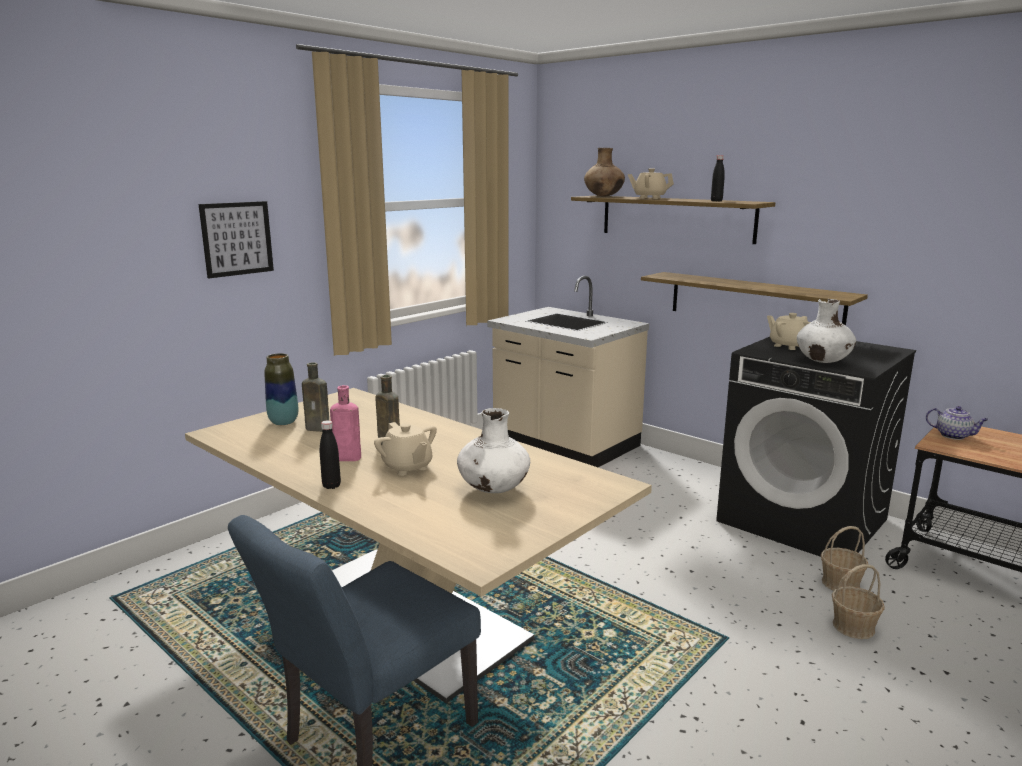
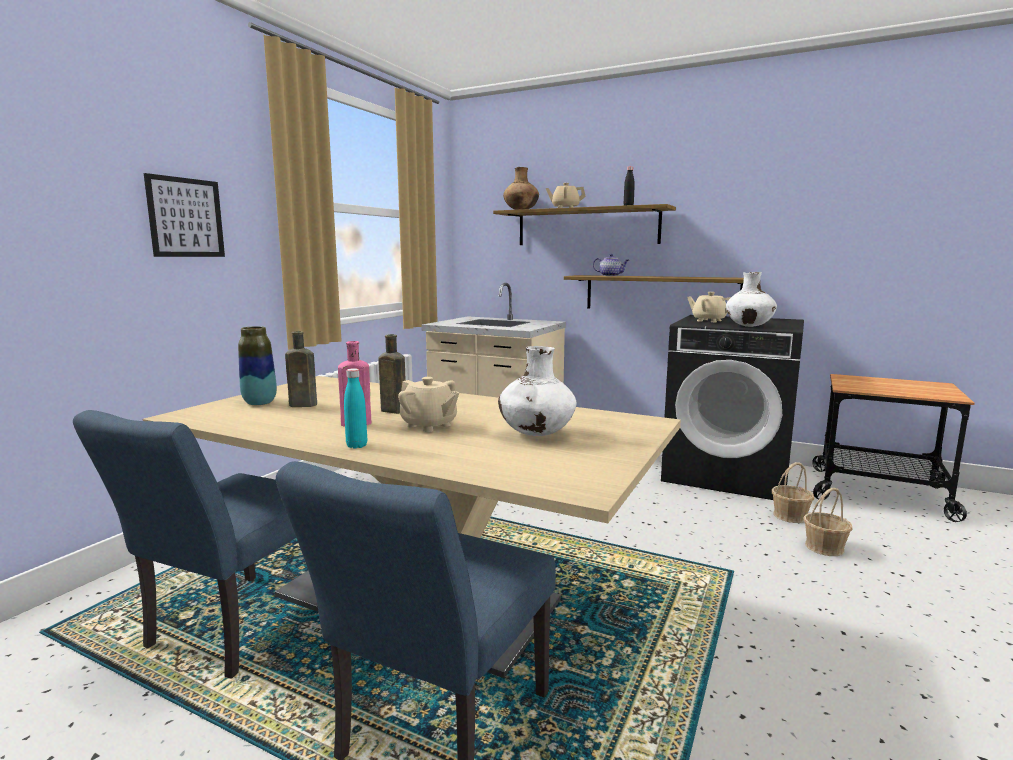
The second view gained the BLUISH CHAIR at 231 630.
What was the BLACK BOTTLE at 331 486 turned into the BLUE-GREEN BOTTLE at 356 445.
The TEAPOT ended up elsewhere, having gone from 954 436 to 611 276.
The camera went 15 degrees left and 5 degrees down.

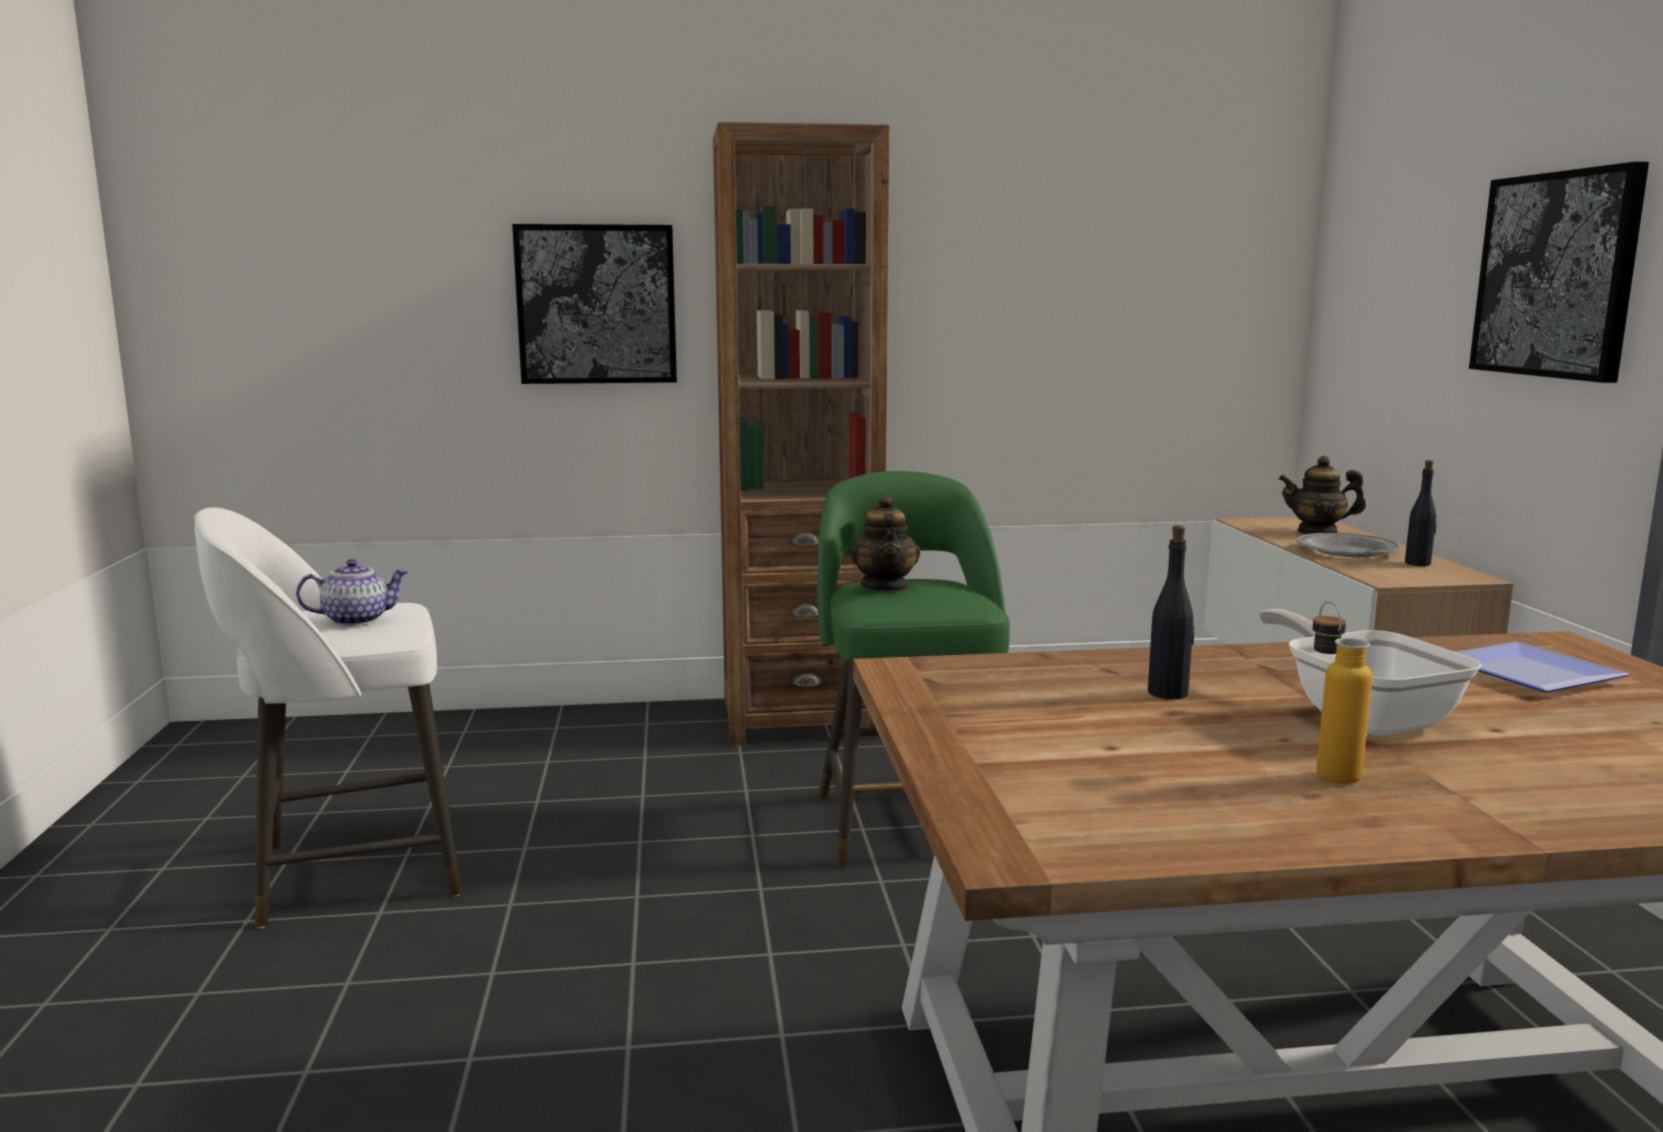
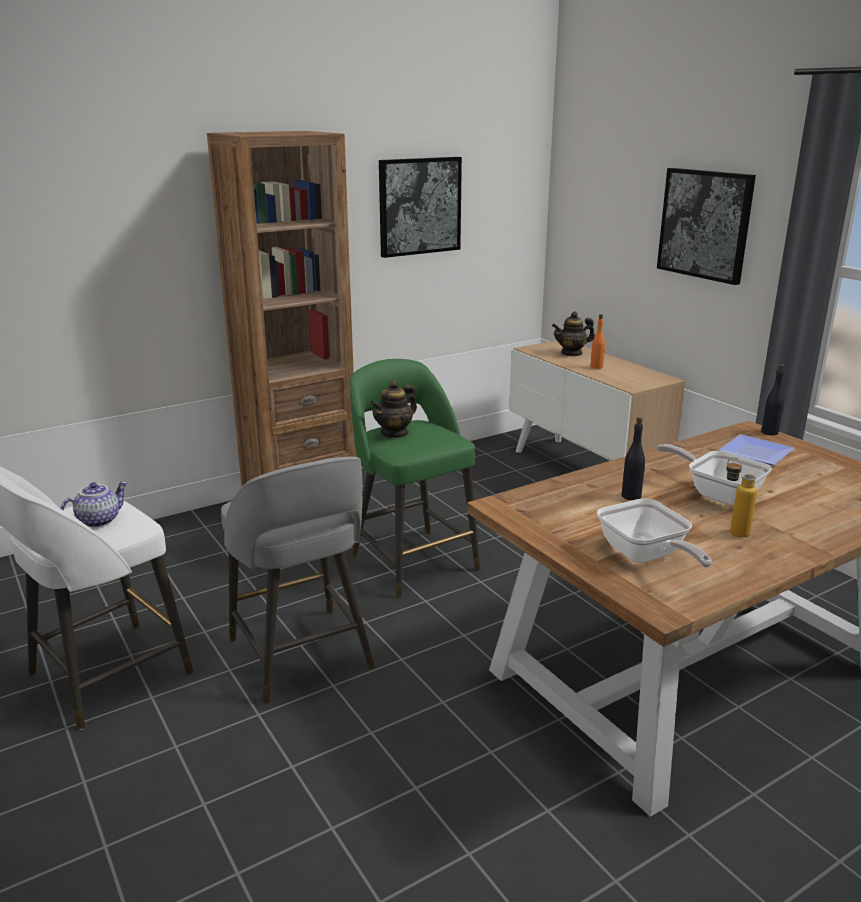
The second view gained the GREY SITTING STOOL at 302 656.
The TEAPOT at 885 587 ended up facing another way, 75 degrees clockwise from before.
The PICTURE ended up elsewhere, having gone from 597 304 to 419 206.
Where the GREY PLATE stood at 1346 551, the ORANGEY BOTTLE came to stand at 596 367.
The second view gained the SKILLET at 645 557.
The BLACK BOTTLE ended up elsewhere, having gone from 1418 563 to 770 432.
The camera went 25 degrees left and 10 degrees up.

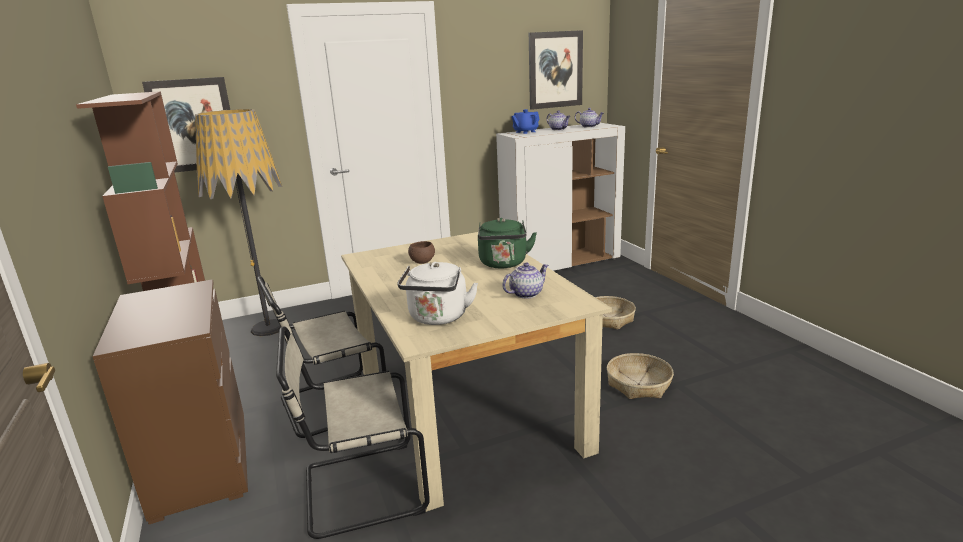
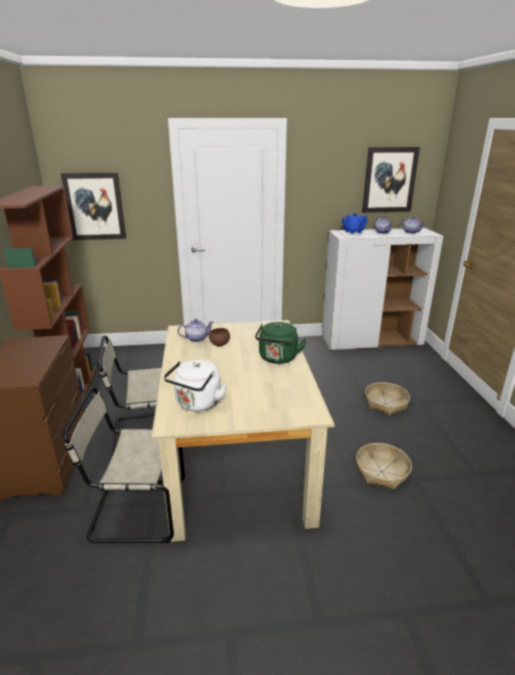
The TEAPOT ended up elsewhere, having gone from 526 293 to 196 338.
The second view lost the FLOOR LAMP at 268 328.
The camera went 15 degrees right and 5 degrees up.

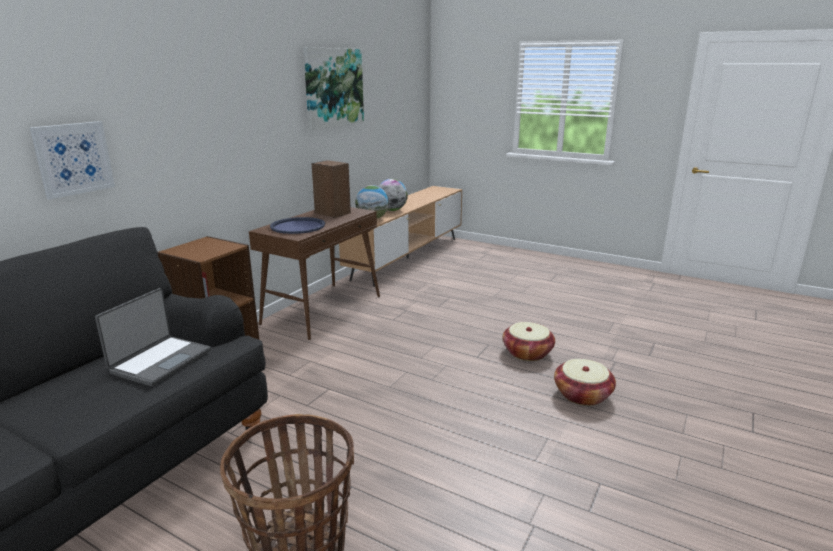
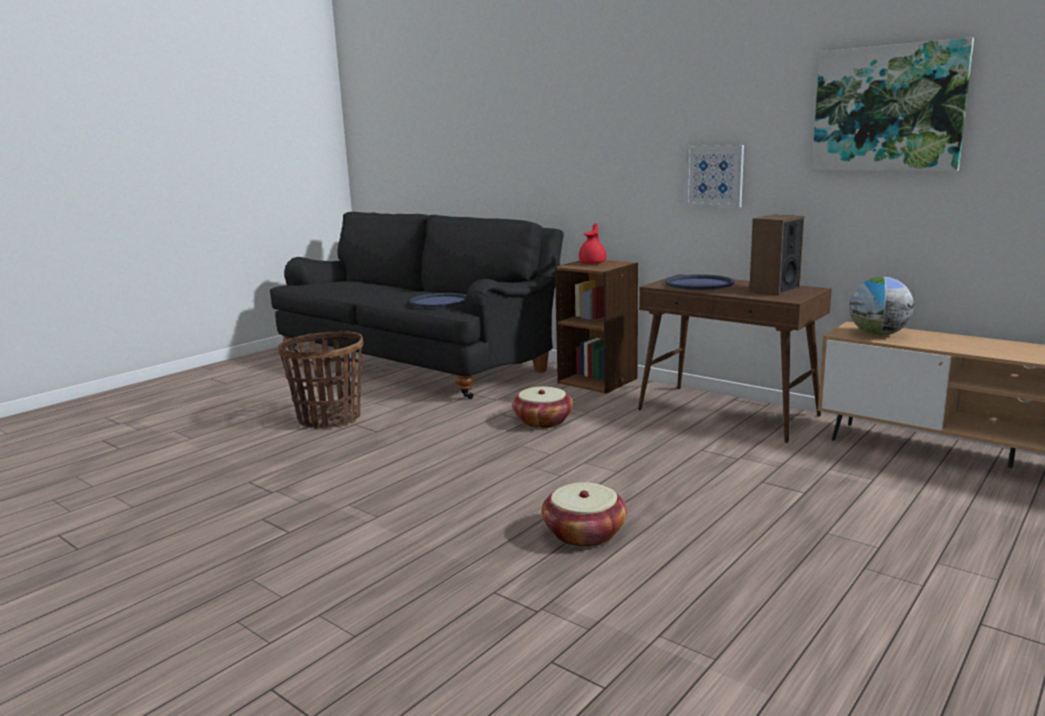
Where the LAPTOP stood at 160 361, the BLUISH TRAY came to stand at 439 301.
The STORAGE BASKET ended up elsewhere, having gone from 582 395 to 542 421.
The second view gained the REDDISH TEAPOT at 593 263.
The PICTURE ended up elsewhere, having gone from 73 159 to 714 176.
The second view lost the WORLD GLOBE at 391 210.
The camera went 100 degrees right and 5 degrees down.

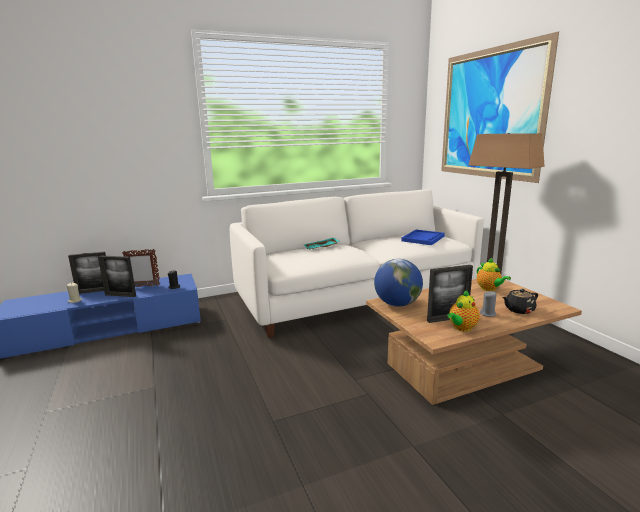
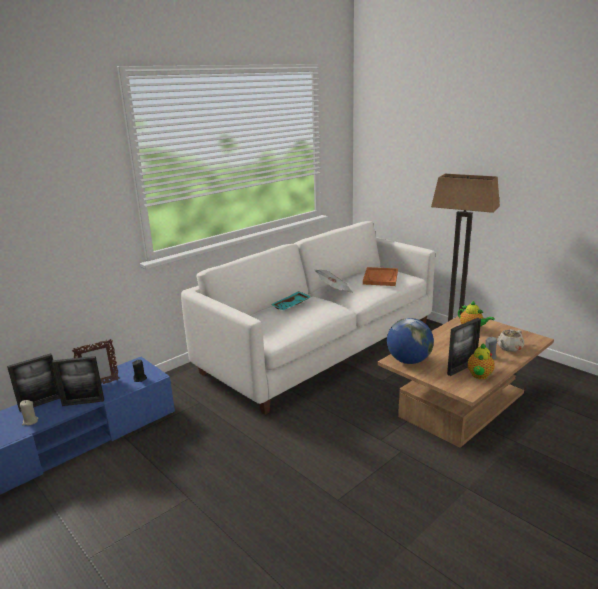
The second view gained the DAILY PAPER at 334 290.
What was the BLUISH TRAY at 423 238 turned into the ORANGEY TRAY at 380 278.
What was the BLACK TEAPOT at 518 310 turned into the BEIGE TEAPOT at 509 348.
The second view lost the PICTURE at 489 114.
The camera went 20 degrees left and 5 degrees up.

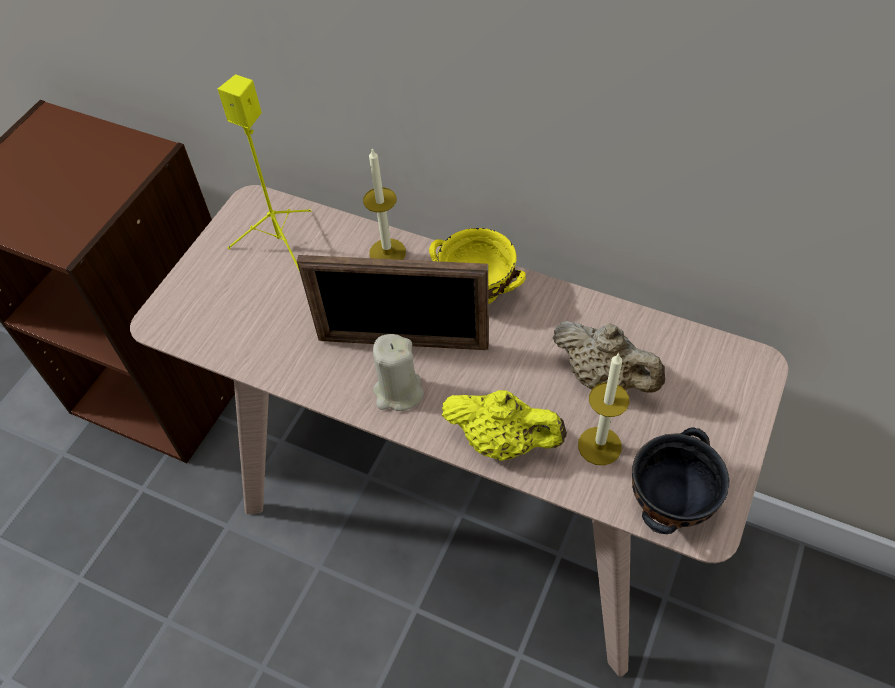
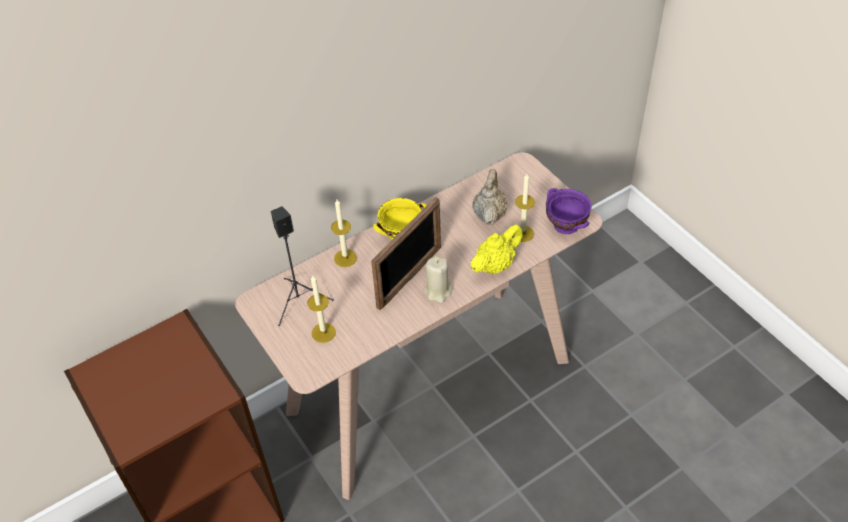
What was the YELLOW-COLOURED LOUDSPEAKER at 282 246 turned into the BLACK LOUDSPEAKER at 299 300.
The second view gained the WAX CANDLE at 323 332.
The BEIGE TEAPOT at 604 378 ended up facing another way, 60 degrees counterclockwise from before.
What was the BLACK SERVING BOWL at 668 503 turned into the PURPLE-COLOURED SERVING BOWL at 566 226.
The camera went 60 degrees left and 5 degrees down.

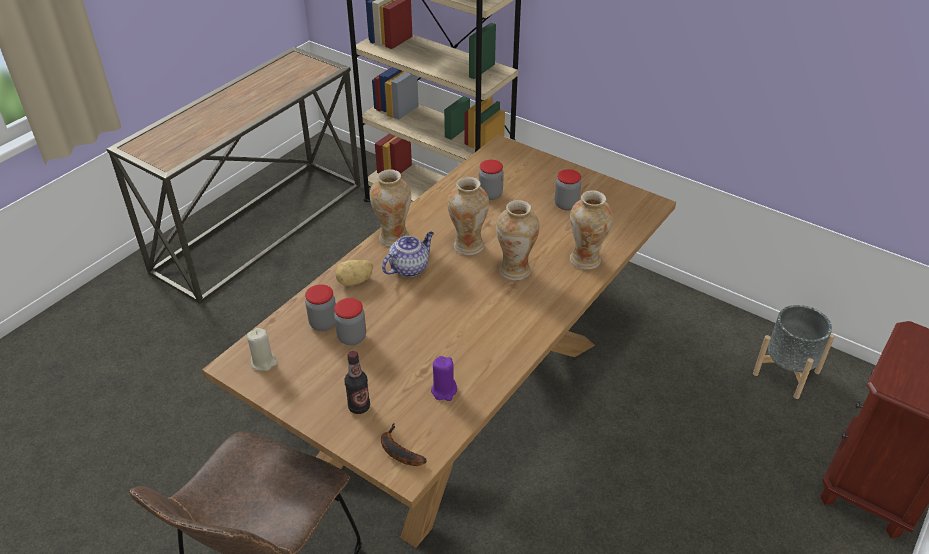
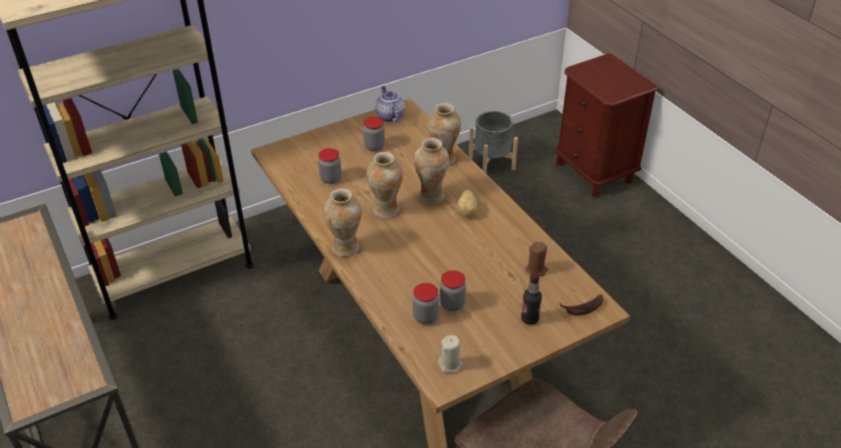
The TEAPOT ended up elsewhere, having gone from 409 267 to 389 116.
The SPUD ended up elsewhere, having gone from 355 281 to 468 211.
What was the PURPLE-COLOURED WAX CANDLE at 444 390 turned into the BROWN-COLOURED WAX CANDLE at 536 270.
The camera went 65 degrees left and 0 degrees up.

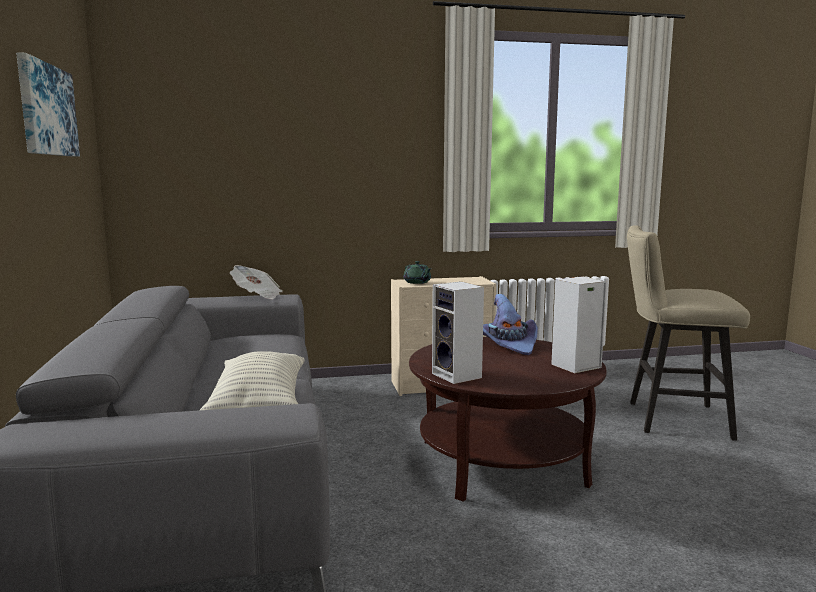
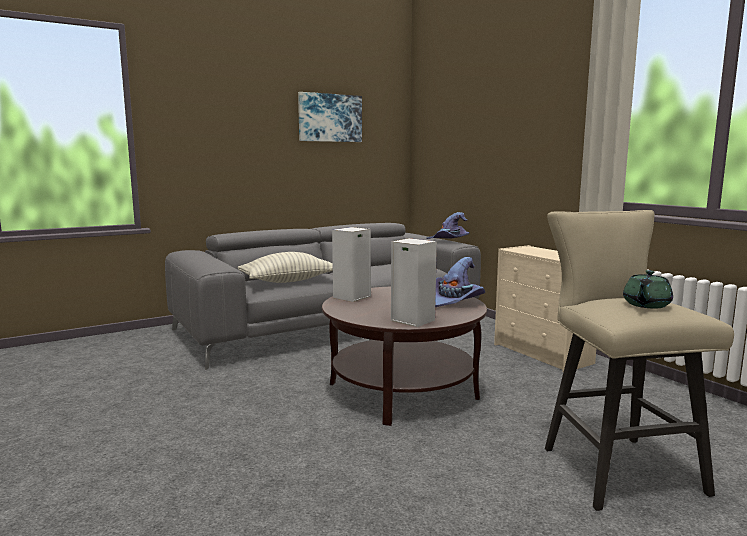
Where the DAILY PAPER stood at 257 295, the PURPLE-COLOURED CLOTHING HAT came to stand at 448 241.
The GREEN TEAPOT ended up elsewhere, having gone from 417 282 to 646 305.
The camera went 70 degrees right and 0 degrees up.

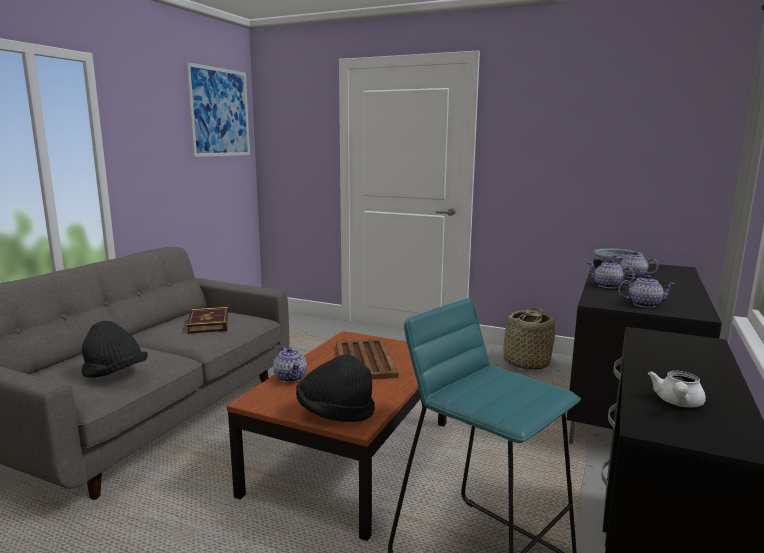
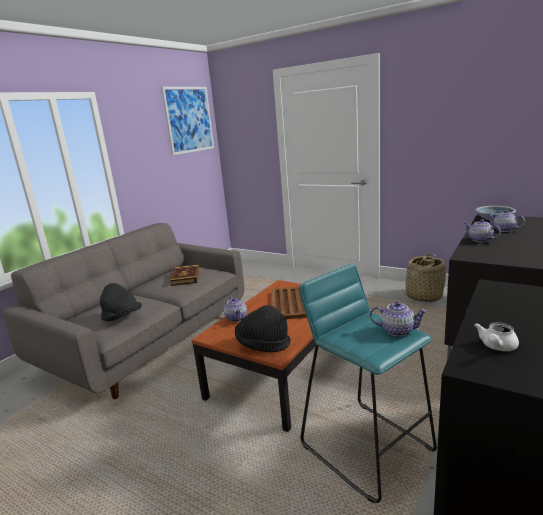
The TEAPOT ended up elsewhere, having gone from 643 304 to 397 330.
The camera went 10 degrees right and 5 degrees up.

